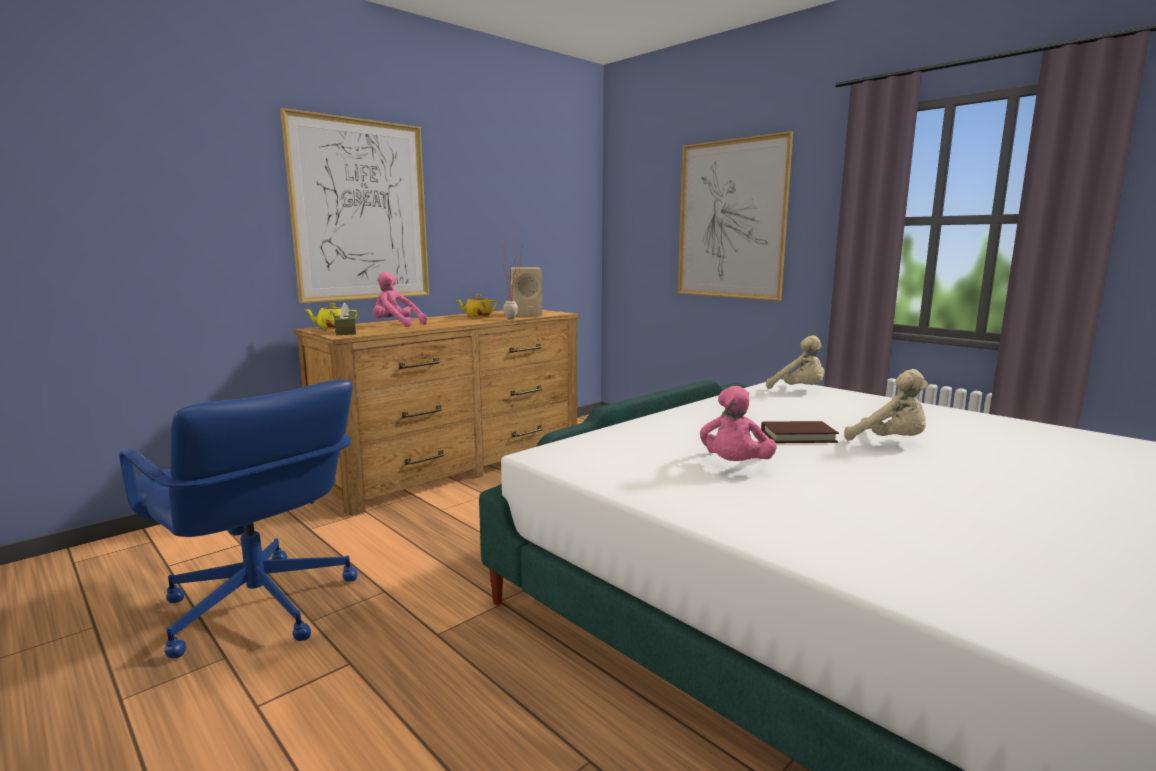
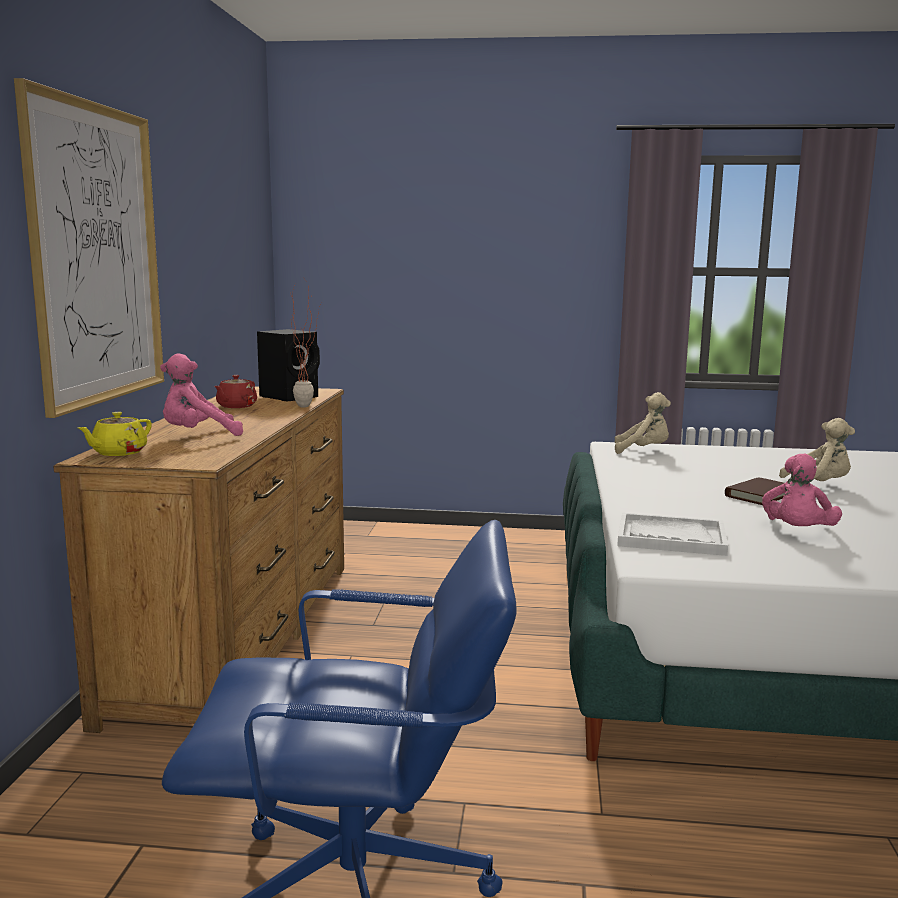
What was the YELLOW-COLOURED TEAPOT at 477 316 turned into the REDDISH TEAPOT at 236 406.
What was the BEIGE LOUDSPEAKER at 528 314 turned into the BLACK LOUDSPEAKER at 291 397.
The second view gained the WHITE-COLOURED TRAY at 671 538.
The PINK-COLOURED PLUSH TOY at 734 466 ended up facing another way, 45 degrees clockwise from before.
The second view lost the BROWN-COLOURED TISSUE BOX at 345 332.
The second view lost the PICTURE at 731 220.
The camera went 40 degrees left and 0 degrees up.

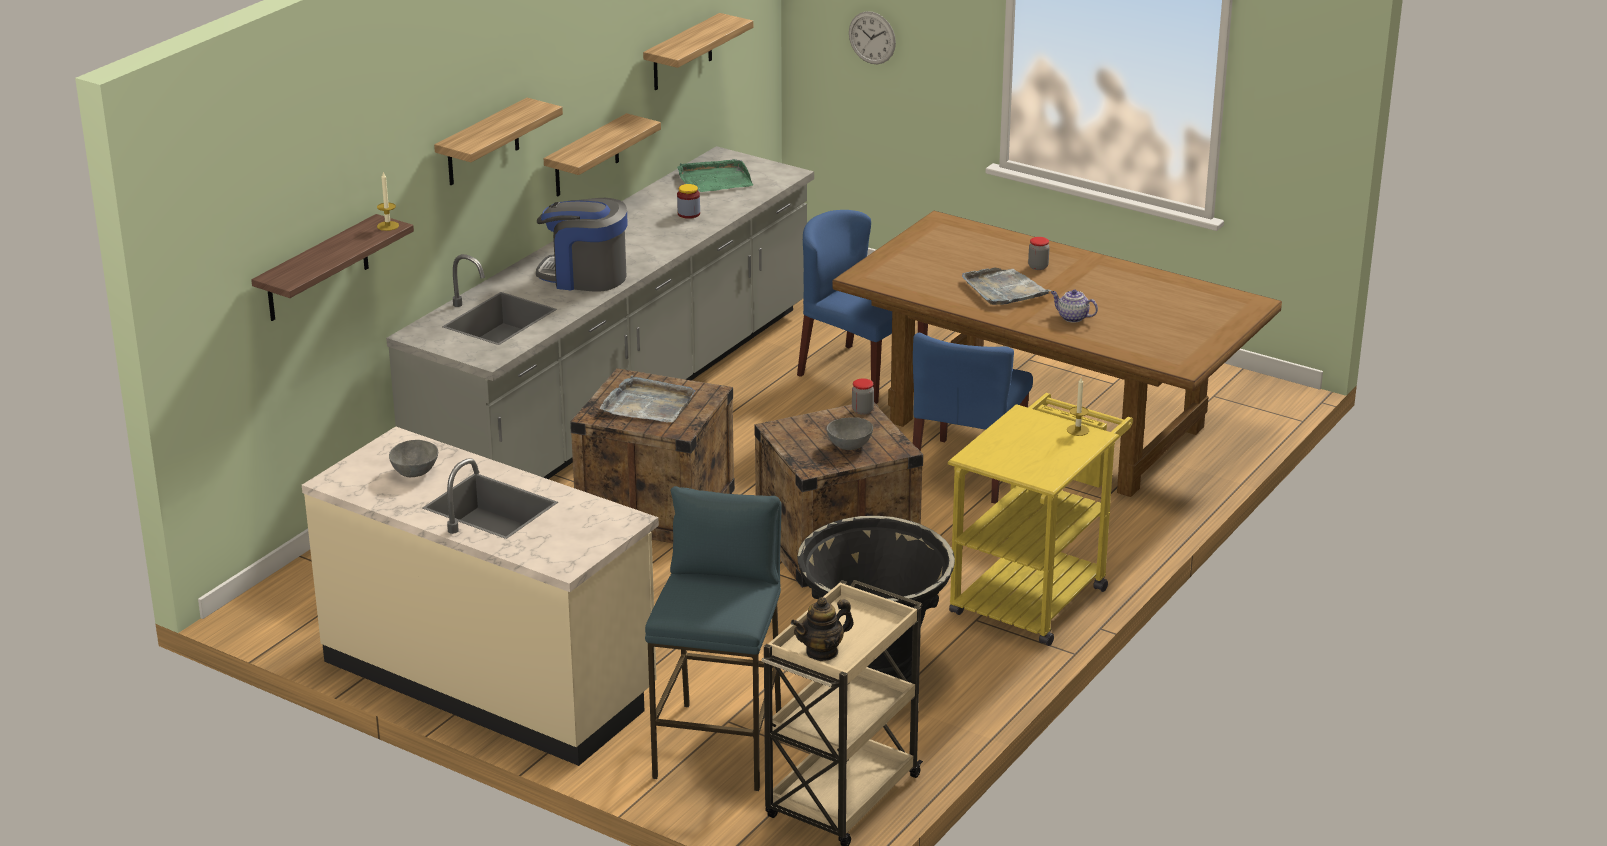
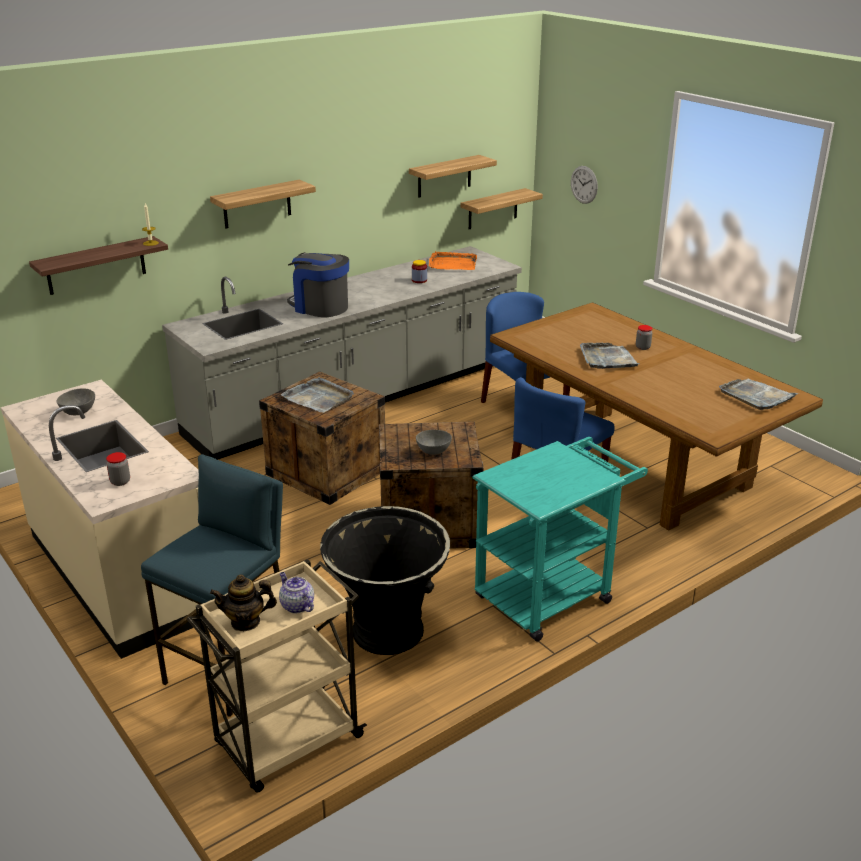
The JAR ended up elsewhere, having gone from 862 410 to 120 482.
The TEAPOT ended up elsewhere, having gone from 1072 317 to 296 605.
What was the GREEN TRAY at 714 180 turned into the ORANGEY TRAY at 452 264.
The SHELF ended up elsewhere, having gone from 586 156 to 493 209.
What was the YELLOW-COLOURED CART at 1035 594 turned into the BLUE-GREEN CART at 551 594.
The second view gained the GREY TRAY at 756 396.
The second view lost the WAX CANDLE at 1078 430.
The camera went 20 degrees right and 0 degrees up.

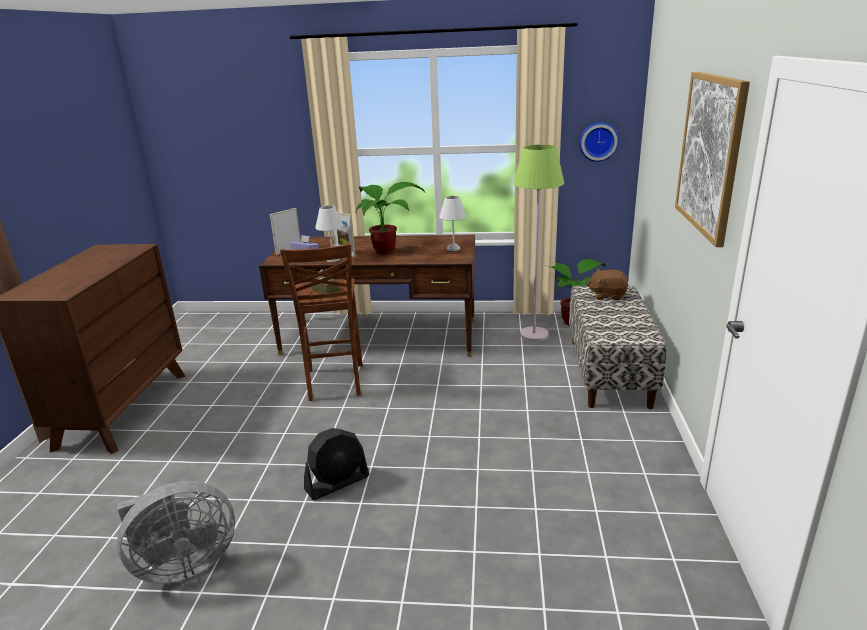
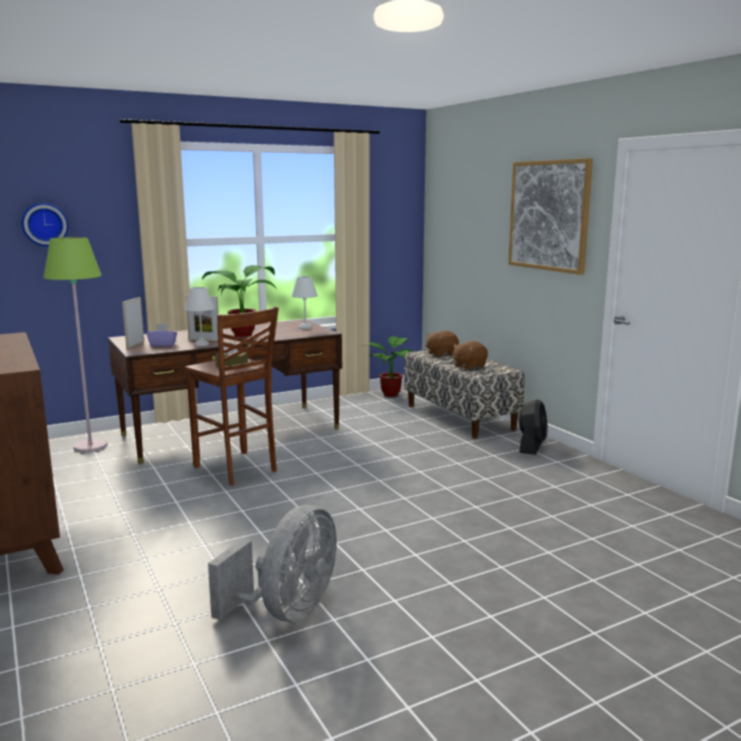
The CLOCK ON THE WALL ended up elsewhere, having gone from 598 141 to 44 224.
The GREEN FLOOR LAMP ended up elsewhere, having gone from 533 334 to 90 446.
The second view gained the BROWN-COLOURED PLUSH TOY at 469 366.
The BLACK COOLING FAN ended up elsewhere, having gone from 337 483 to 531 446.
The camera went 35 degrees left and 10 degrees down.

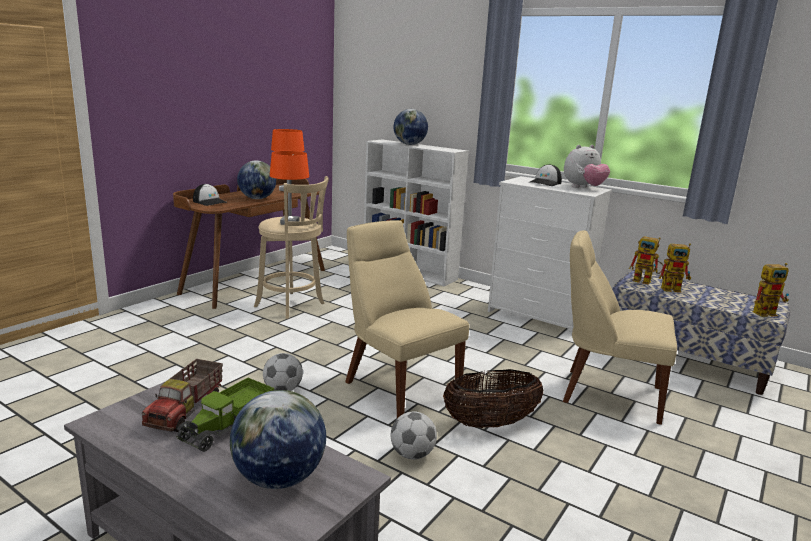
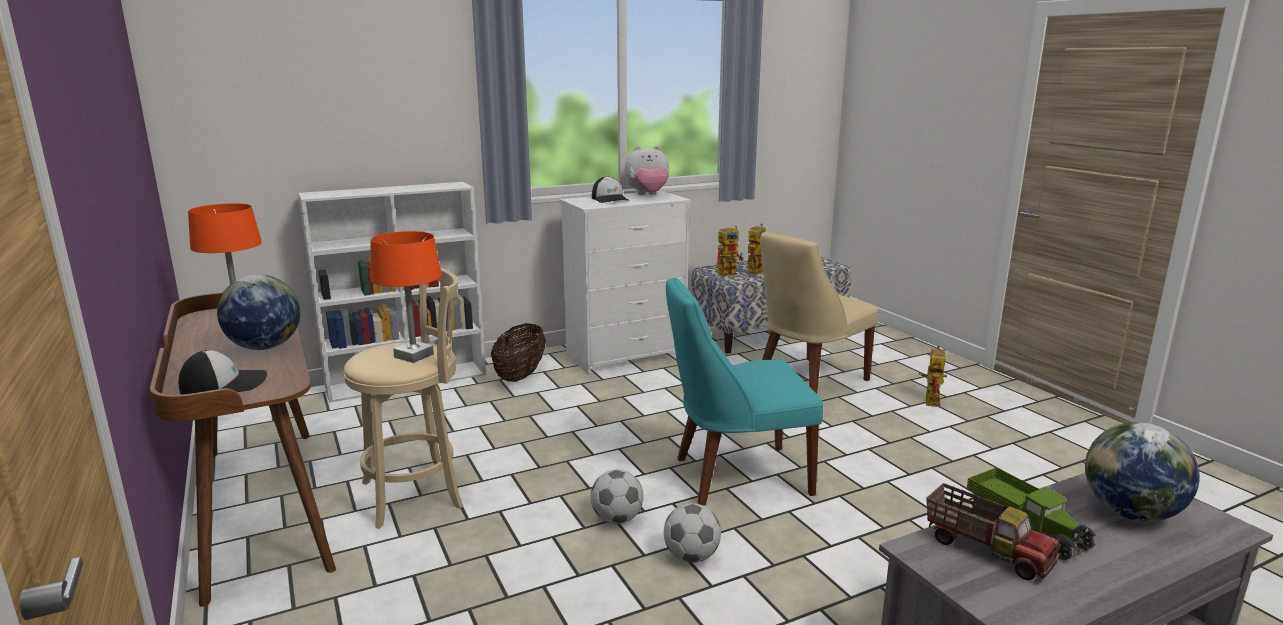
The STORAGE BASKET ended up elsewhere, having gone from 490 423 to 520 375.
The FOOTBALL BALL ended up elsewhere, having gone from 412 455 to 617 519.
The PLUSH TOY at 583 188 ended up facing another way, 75 degrees clockwise from before.
What was the BEIGE CHAIR at 398 388 turned into the BLUE-GREEN CHAIR at 735 476.
The TOY ROBOT ended up elsewhere, having gone from 767 313 to 930 400.
The second view lost the WORLD GLOBE at 409 144.
The camera went 60 degrees left and 0 degrees up.

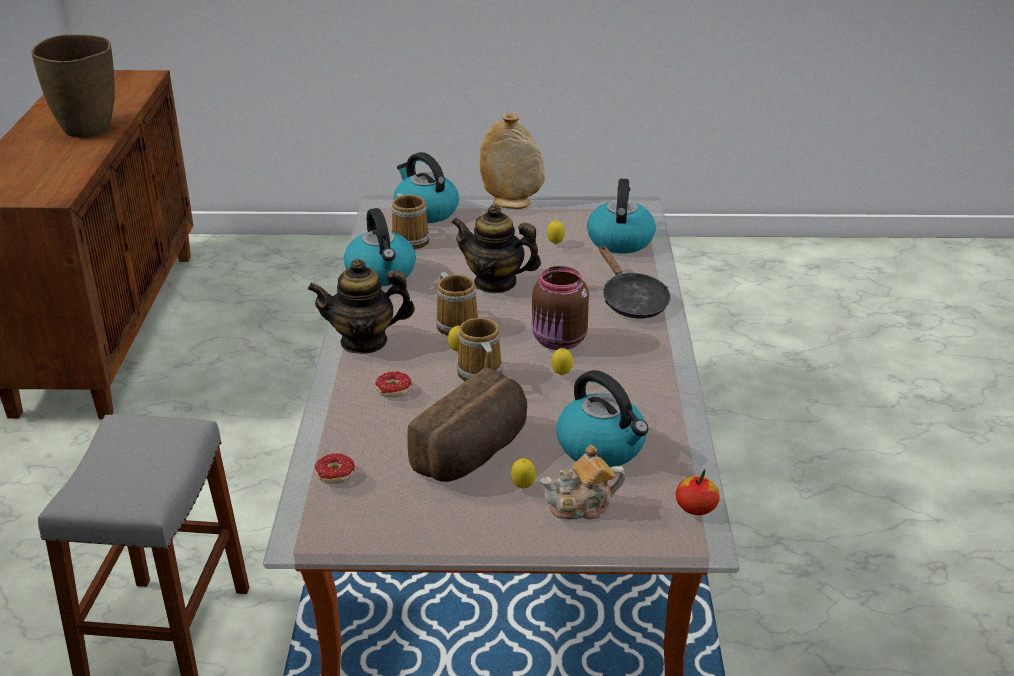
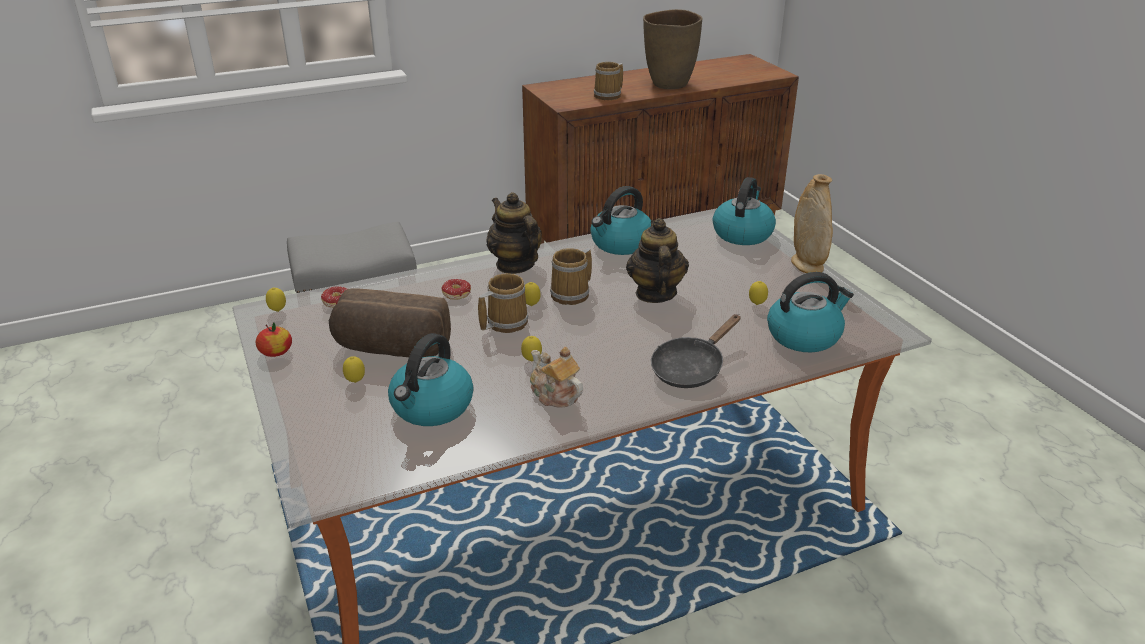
The APPLE ended up elsewhere, having gone from 696 508 to 276 352.
The second view gained the LEMON at 278 311.
The TEAPOT ended up elsewhere, having gone from 582 506 to 554 395.
The TEA MUG ended up elsewhere, having gone from 410 239 to 609 95.
The second view lost the BROWN-COLOURED JAR at 559 342.
The camera went 65 degrees right and 0 degrees up.

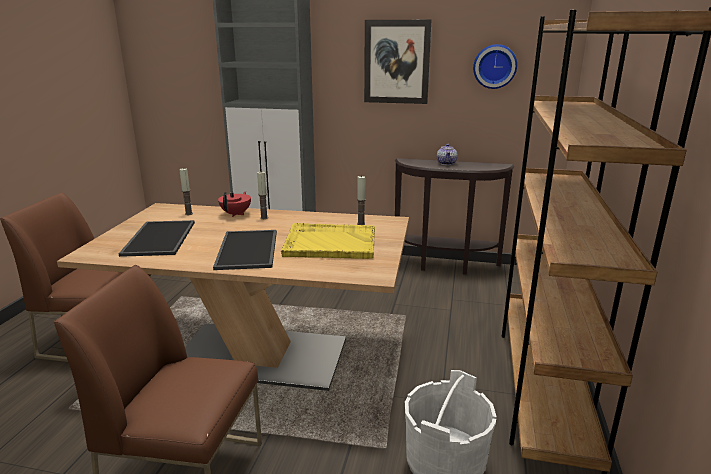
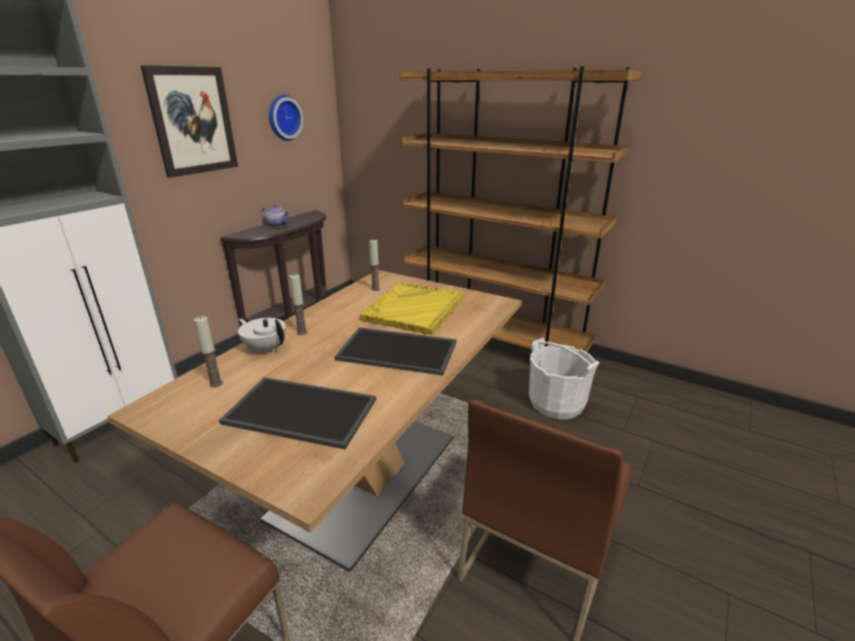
What was the REDDISH TEAPOT at 236 214 turned into the WHITE-COLOURED TEAPOT at 265 348.
The camera went 70 degrees left and 5 degrees up.

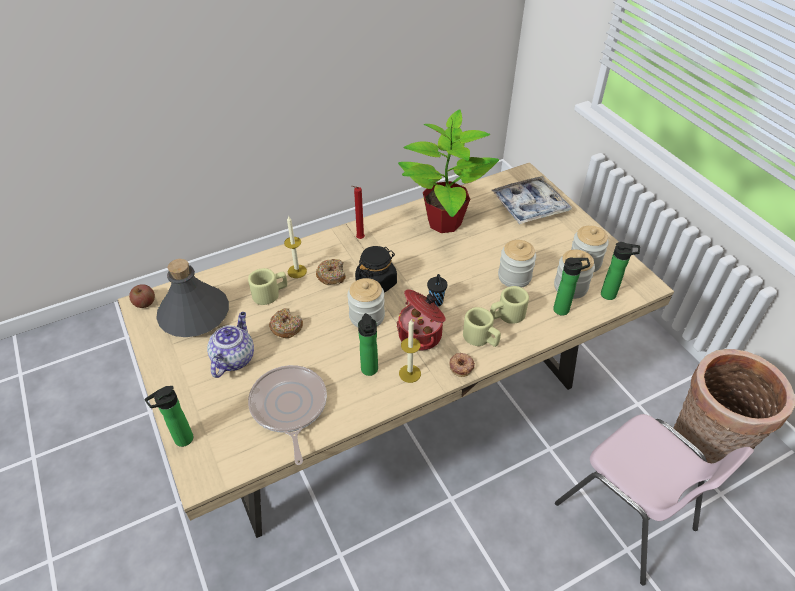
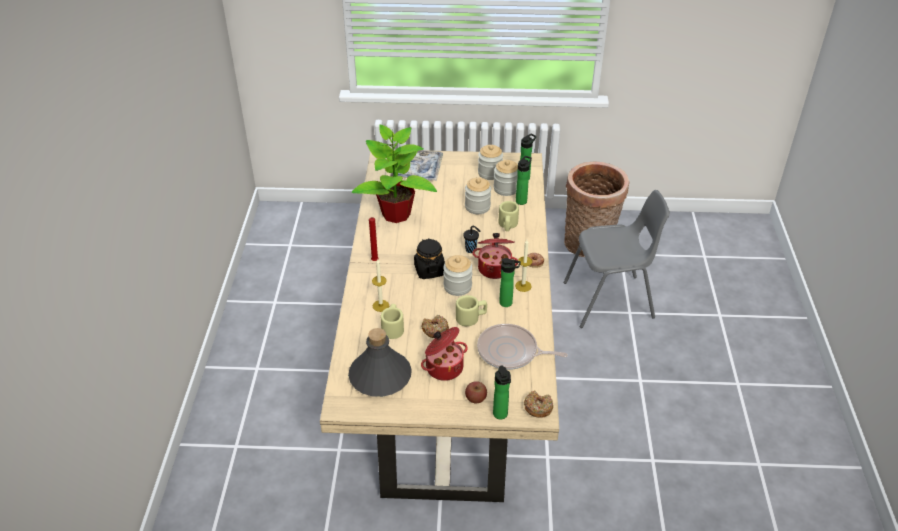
Where the TEAPOT stood at 234 358, the COOKING POT came to stand at 444 367.
The BEIGE TEA MUG ended up elsewhere, having gone from 481 338 to 471 317.
The APPLE ended up elsewhere, having gone from 145 303 to 476 398.
The RING DOUGHNUT ended up elsewhere, having gone from 331 275 to 538 407.
What was the PINK-COLOURED CHAIR at 626 517 turned into the GREY CHAIR at 609 301.
The camera went 60 degrees left and 5 degrees down.

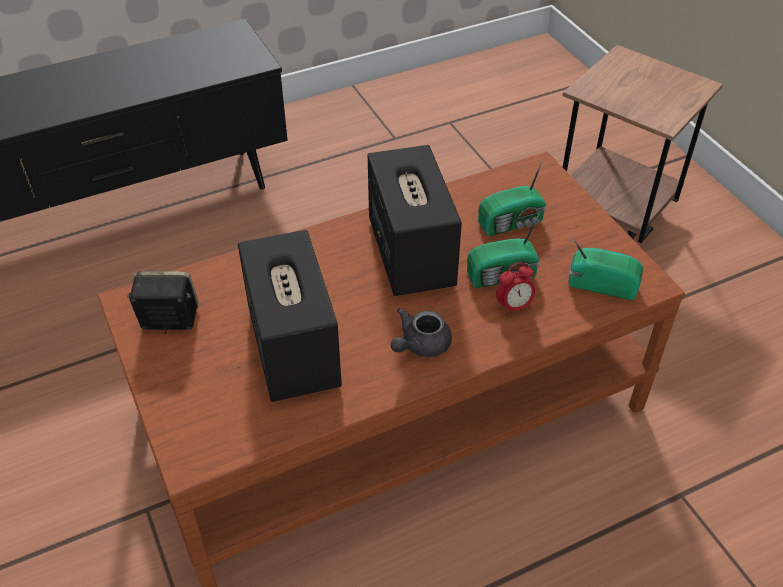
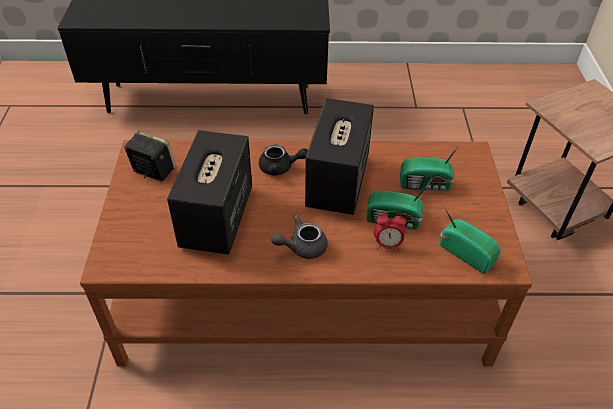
The second view gained the BLACK TEAPOT at 280 167.
The camera went 25 degrees right and 0 degrees up.

